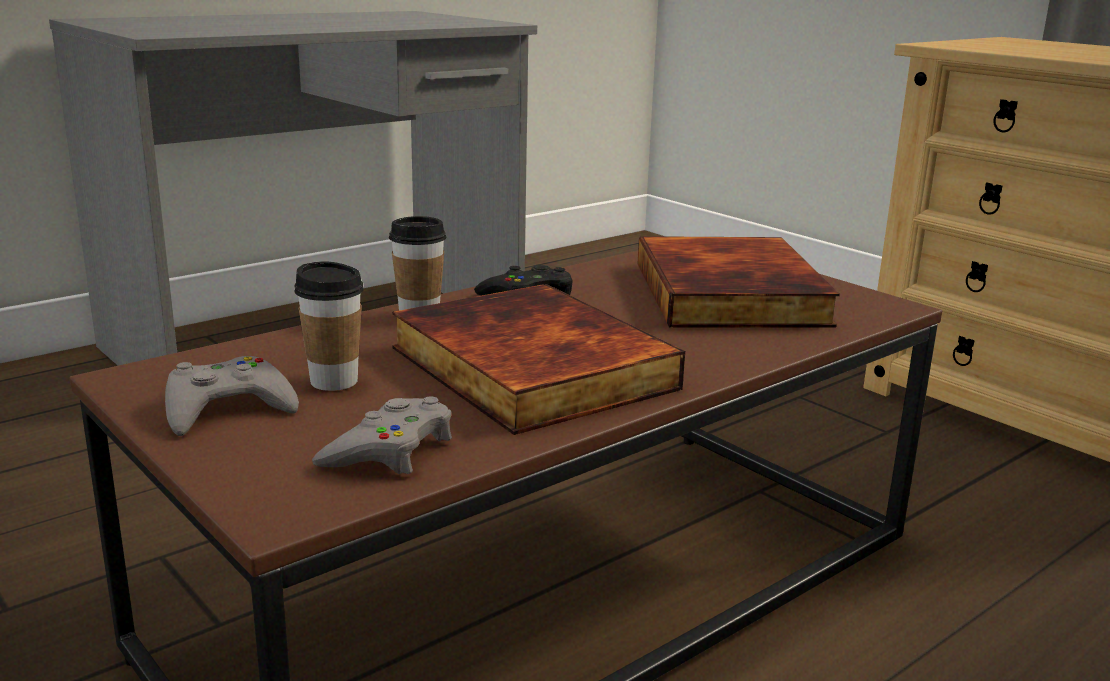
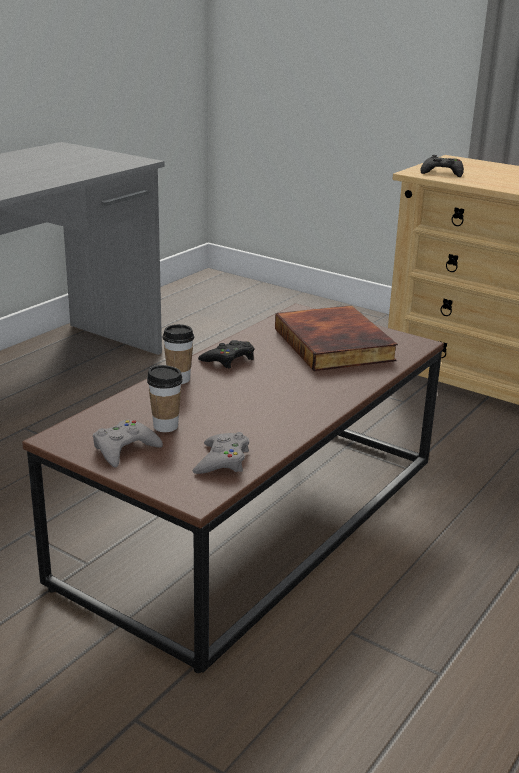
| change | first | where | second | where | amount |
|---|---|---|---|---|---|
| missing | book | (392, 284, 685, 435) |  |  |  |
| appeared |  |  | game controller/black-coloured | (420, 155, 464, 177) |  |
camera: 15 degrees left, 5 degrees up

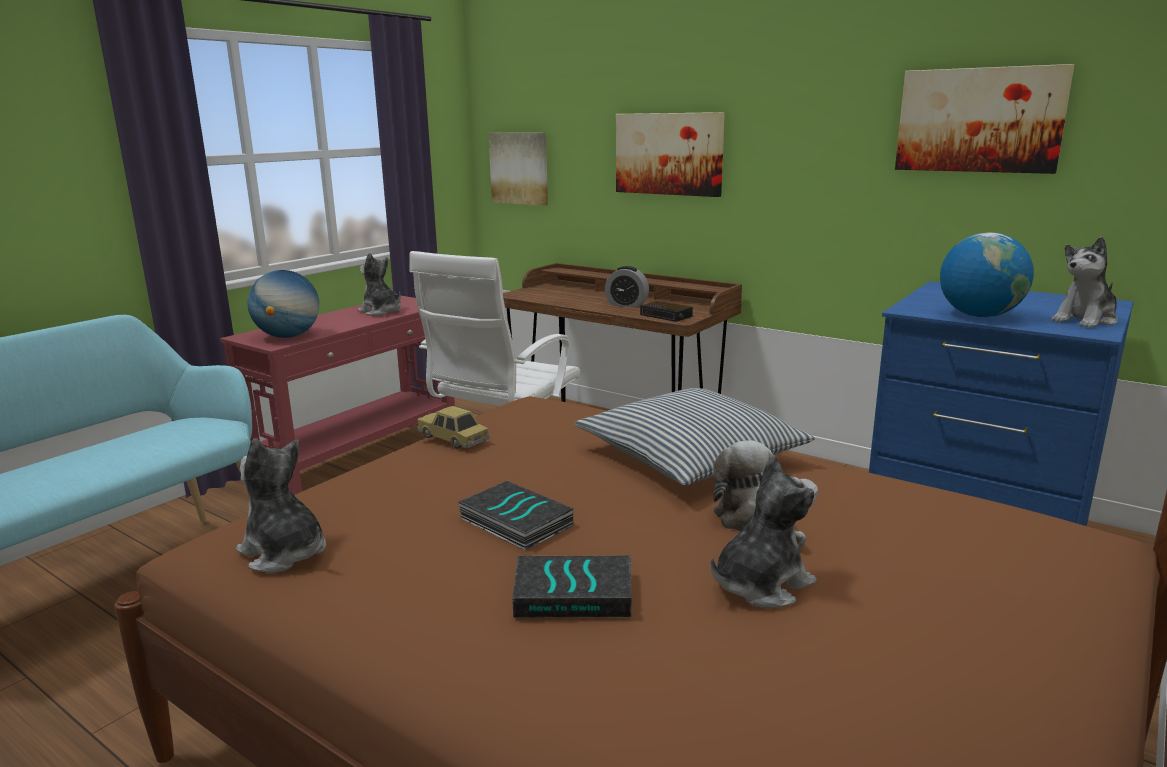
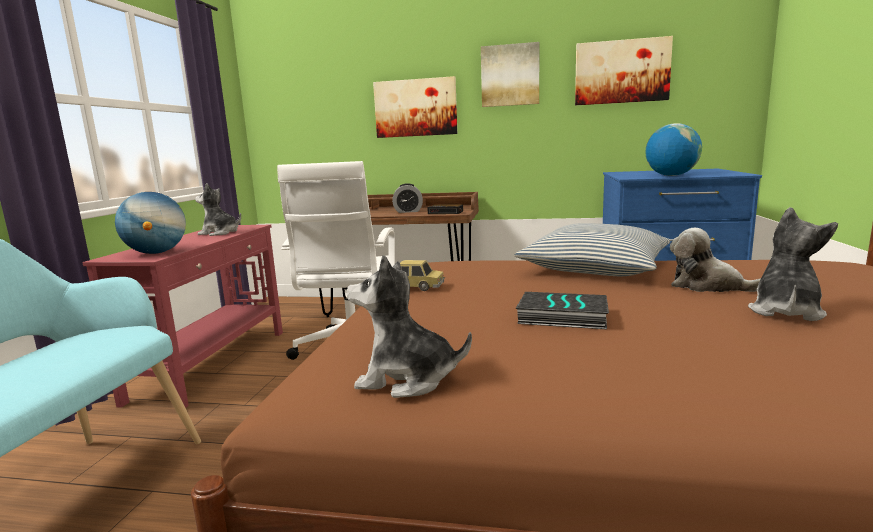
| change | first | where | second | where | amount |
|---|---|---|---|---|---|
| relocated | wall picture | (489, 132, 548, 206) |  | (481, 42, 539, 107) |  |
| missing | plush toy | (1051, 237, 1118, 328) |  |  |  |
| missing | book | (512, 555, 631, 618) |  |  |  |
camera: 25 degrees left, 5 degrees down

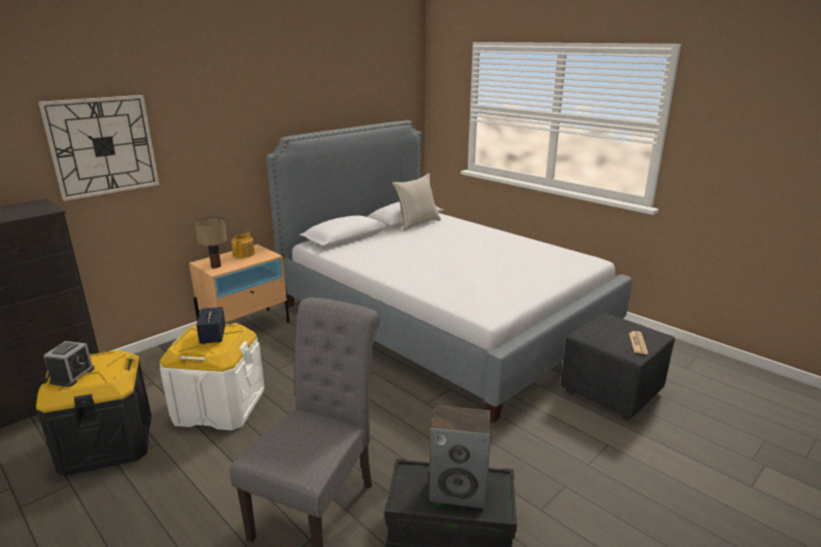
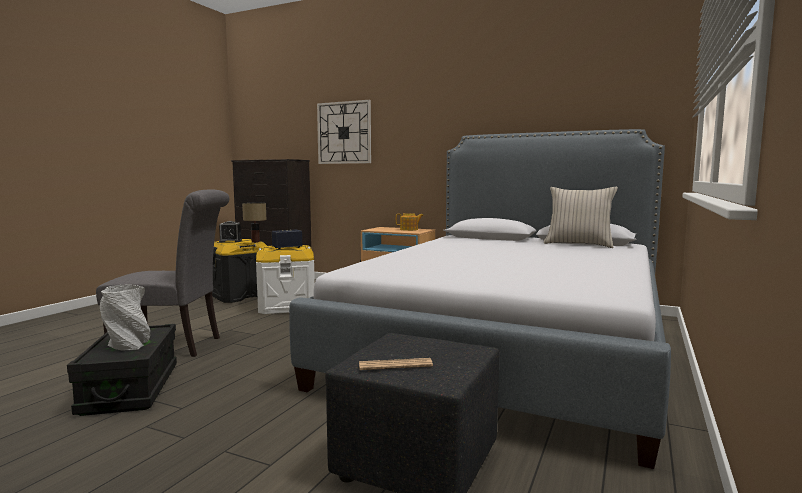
| change | first | where | second | where | amount |
|---|---|---|---|---|---|
| relocated | tabletop lamp | (195, 217, 227, 268) |  | (242, 203, 266, 243) |  |
| exchanged | audio speaker | (429, 405, 491, 509) | vase/greyish | (100, 285, 150, 351) |  |
camera: 70 degrees right, 15 degrees down

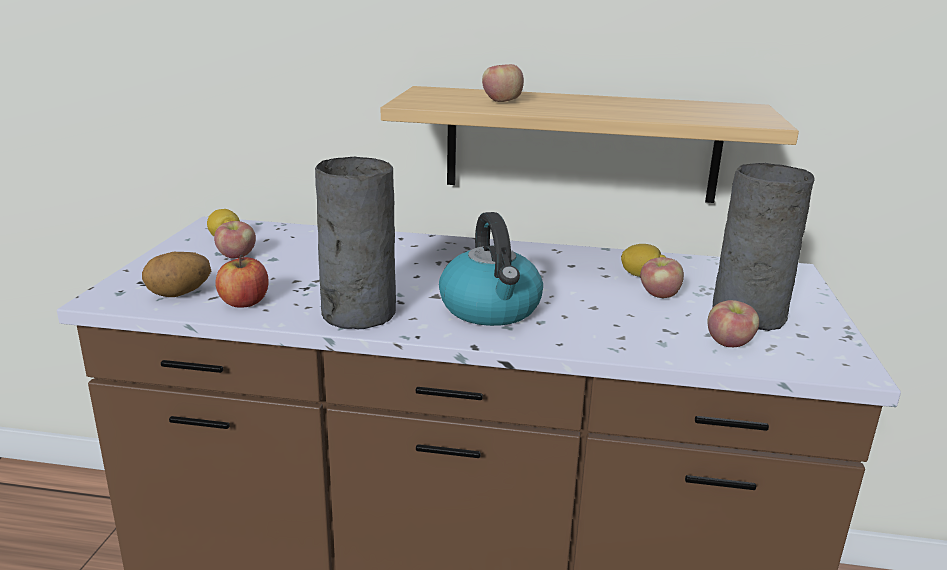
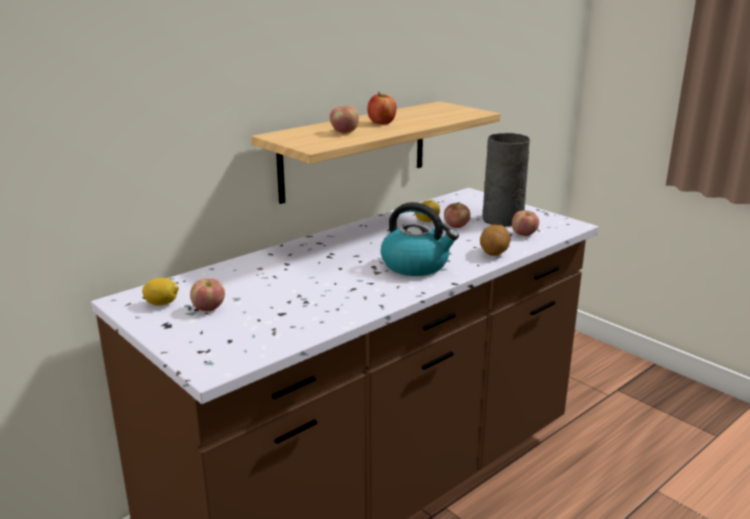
| change | first | where | second | where | amount |
|---|---|---|---|---|---|
| missing | vase/greyish | (315, 157, 396, 329) |  |  |  |
| relocated | potato | (142, 252, 211, 297) |  | (480, 224, 511, 256) |  |
| relocated | whole apple | (215, 255, 269, 308) |  | (367, 92, 396, 124) |  |
camera: 50 degrees left, 0 degrees up

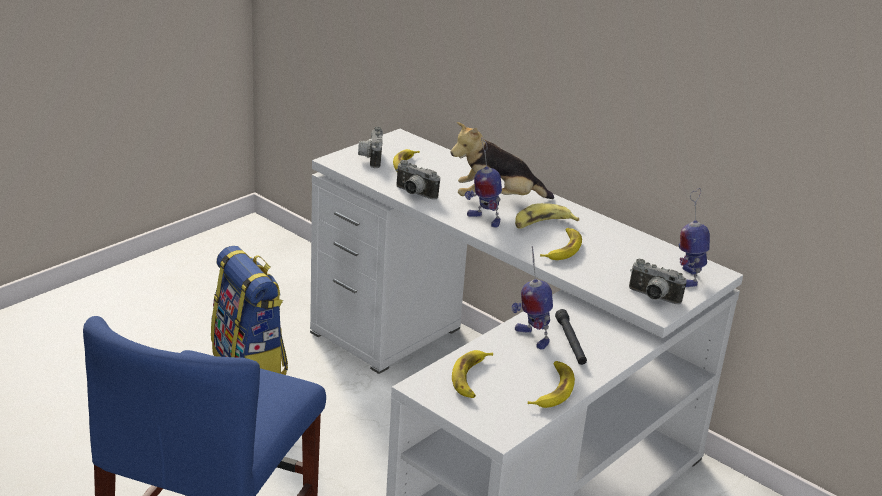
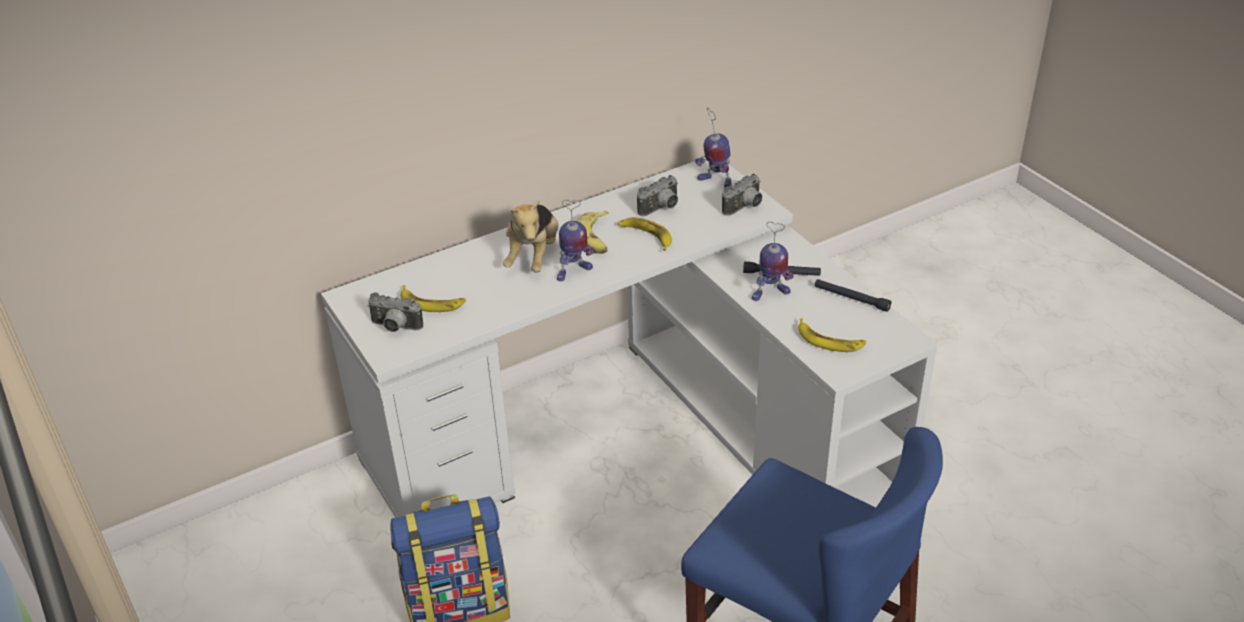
| change | first | where | second | where | amount |
|---|---|---|---|---|---|
| relocated | still camera | (396, 160, 440, 200) |  | (637, 175, 678, 216) |  |
| exchanged | banana fruit | (528, 361, 575, 408) | hand torch/black-coloured | (815, 279, 891, 312) |  |
camera: 70 degrees left, 10 degrees up

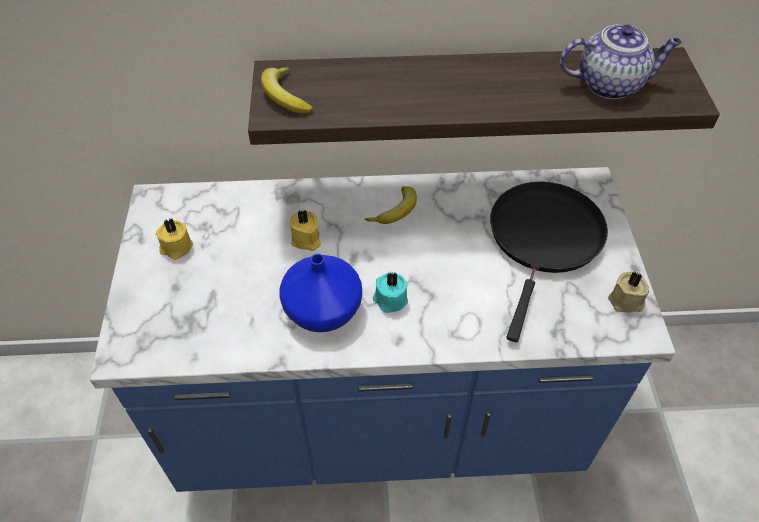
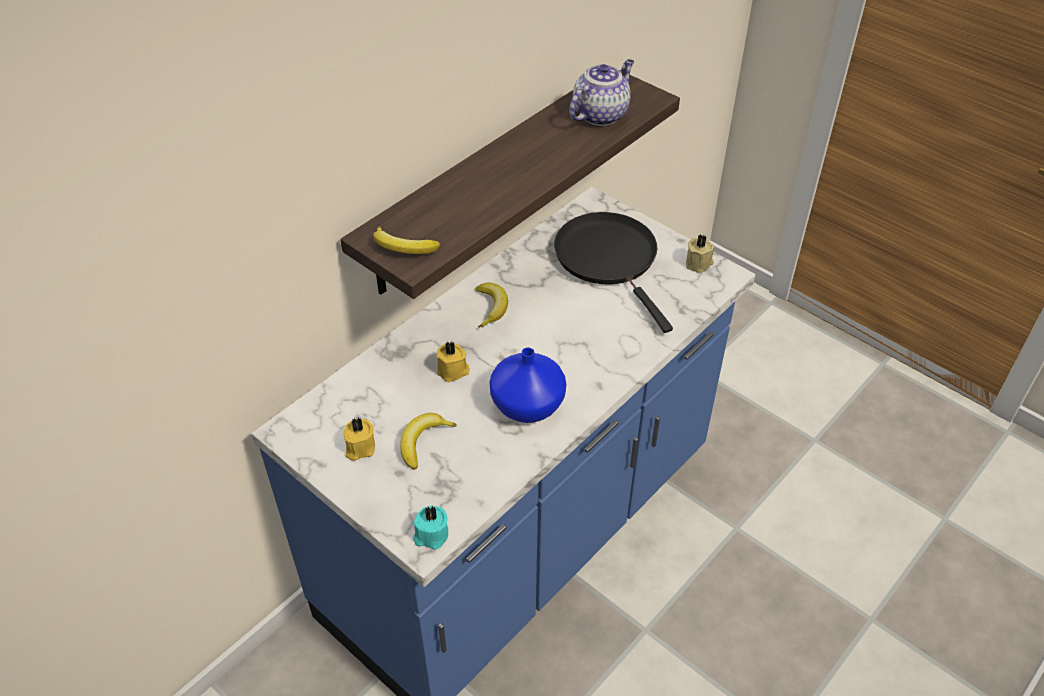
| change | first | where | second | where | amount |
|---|---|---|---|---|---|
| relocated | candle/blue-green | (373, 271, 408, 313) |  | (413, 506, 448, 550) |  |
| appeared |  |  | banana fruit | (400, 413, 457, 470) |  |
camera: 45 degrees left, 5 degrees down

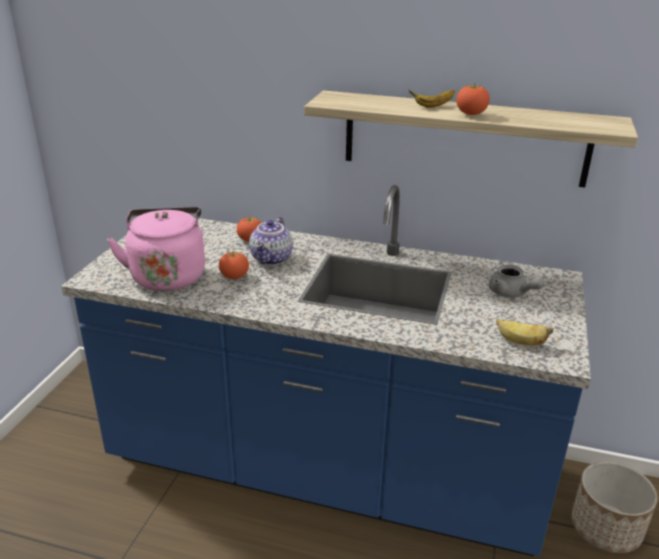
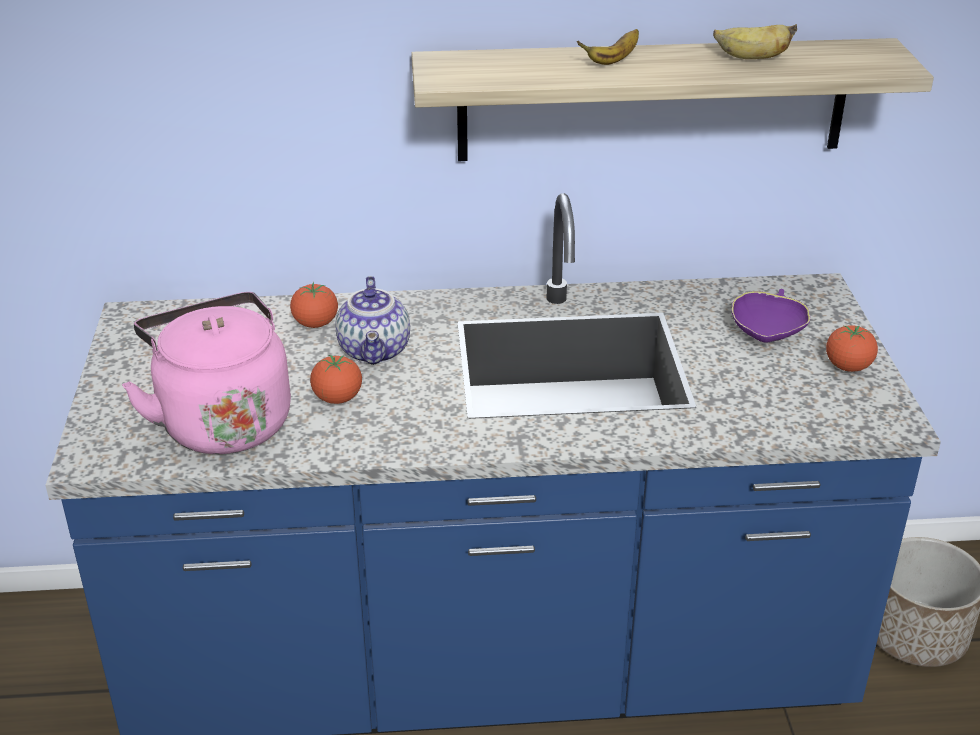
| change | first | where | second | where | amount |
|---|---|---|---|---|---|
| relocated | tomato | (456, 83, 490, 115) |  | (826, 325, 878, 372) |  |
| exchanged | teapot/greyish | (489, 265, 544, 298) | serving bowl/purplish | (732, 289, 810, 343) |  |
| relocated | banana fruit | (496, 319, 553, 346) |  | (713, 24, 797, 59) |  |
camera: 20 degrees left, 5 degrees up

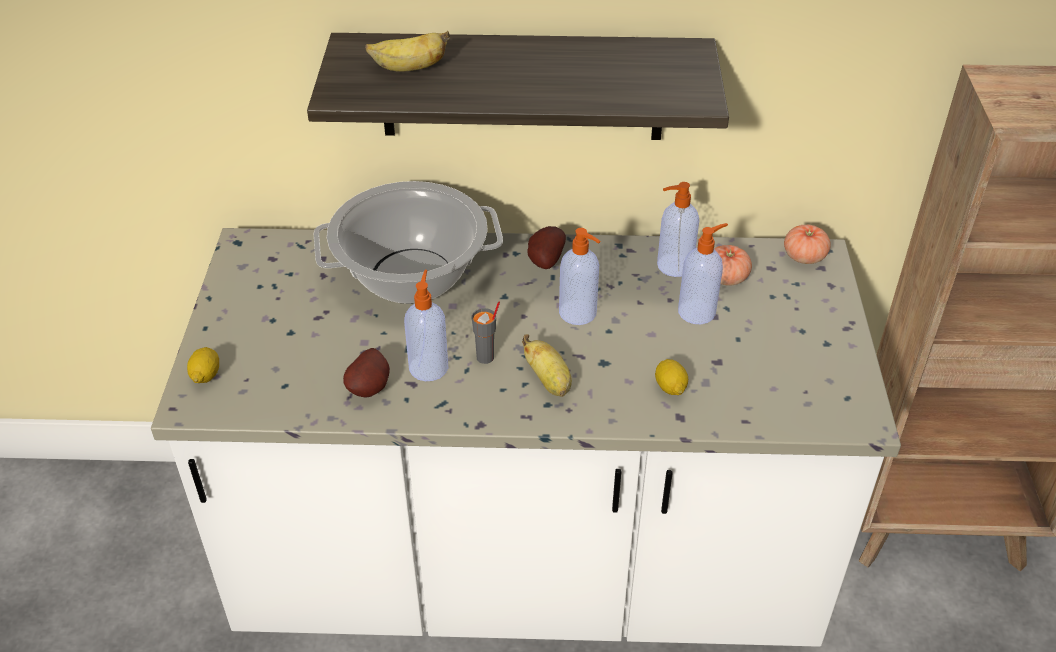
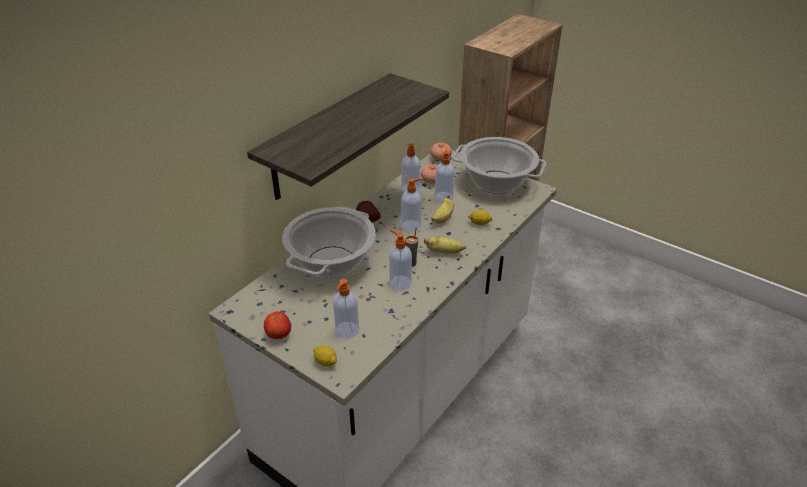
| change | first | where | second | where | amount |
|---|---|---|---|---|---|
| relocated | banana fruit | (365, 31, 450, 72) |  | (431, 195, 454, 224) |  |
| missing | potato | (343, 348, 390, 397) |  |  |  |
| appeared |  |  | saucepot | (452, 137, 546, 194) |  |
| appeared |  |  | soap bottle | (333, 279, 359, 339) |  |
| appeared |  |  | tomato | (264, 311, 291, 339) |  |
camera: 55 degrees left, 5 degrees down

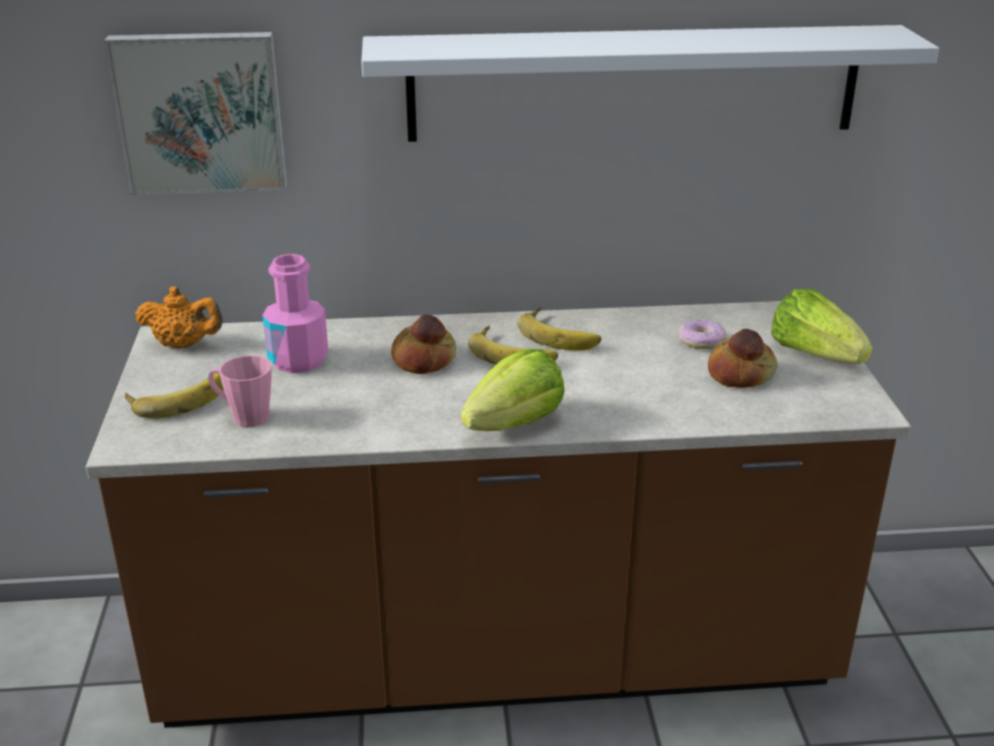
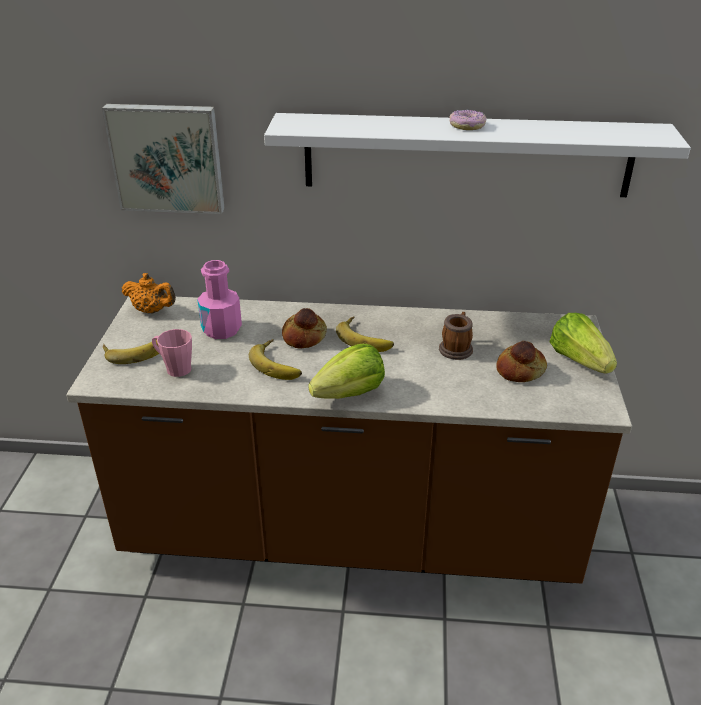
| change | first | where | second | where | amount |
|---|---|---|---|---|---|
| relocated | banana fruit | (517, 307, 601, 351) |  | (249, 339, 302, 380) |  |
| relocated | doughnut | (679, 319, 727, 349) |  | (449, 110, 486, 130) |  |
| appeared |  |  | mug | (439, 312, 473, 360) |  |
camera: 10 degrees right, 5 degrees up

